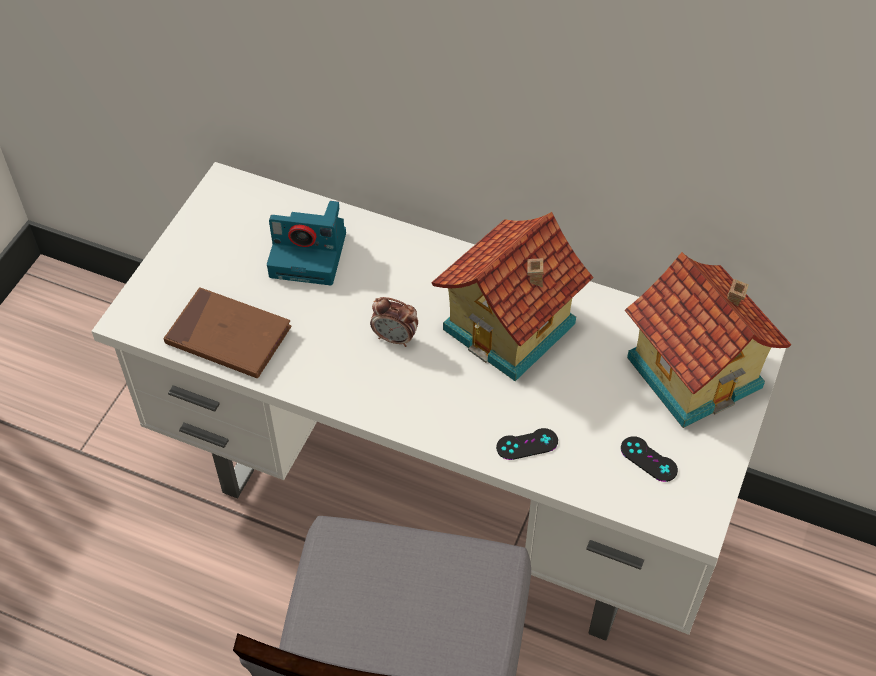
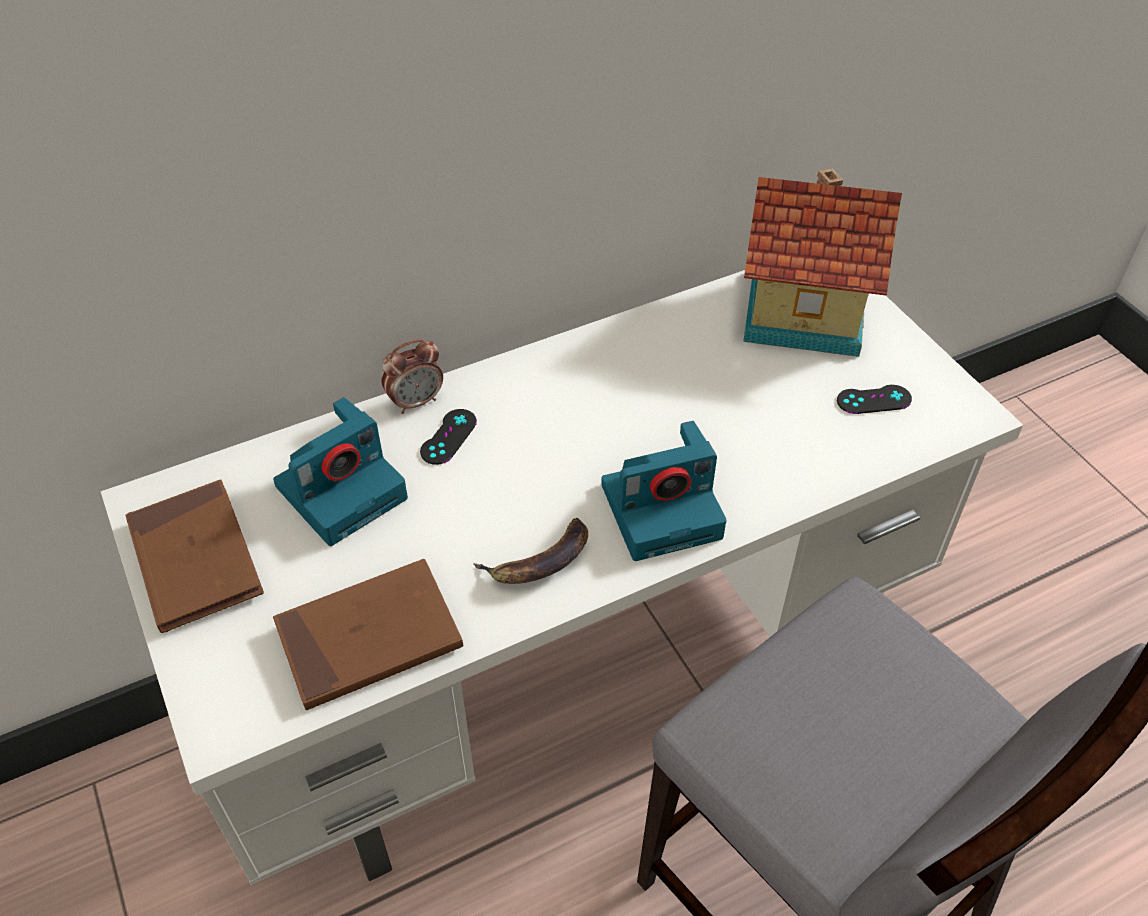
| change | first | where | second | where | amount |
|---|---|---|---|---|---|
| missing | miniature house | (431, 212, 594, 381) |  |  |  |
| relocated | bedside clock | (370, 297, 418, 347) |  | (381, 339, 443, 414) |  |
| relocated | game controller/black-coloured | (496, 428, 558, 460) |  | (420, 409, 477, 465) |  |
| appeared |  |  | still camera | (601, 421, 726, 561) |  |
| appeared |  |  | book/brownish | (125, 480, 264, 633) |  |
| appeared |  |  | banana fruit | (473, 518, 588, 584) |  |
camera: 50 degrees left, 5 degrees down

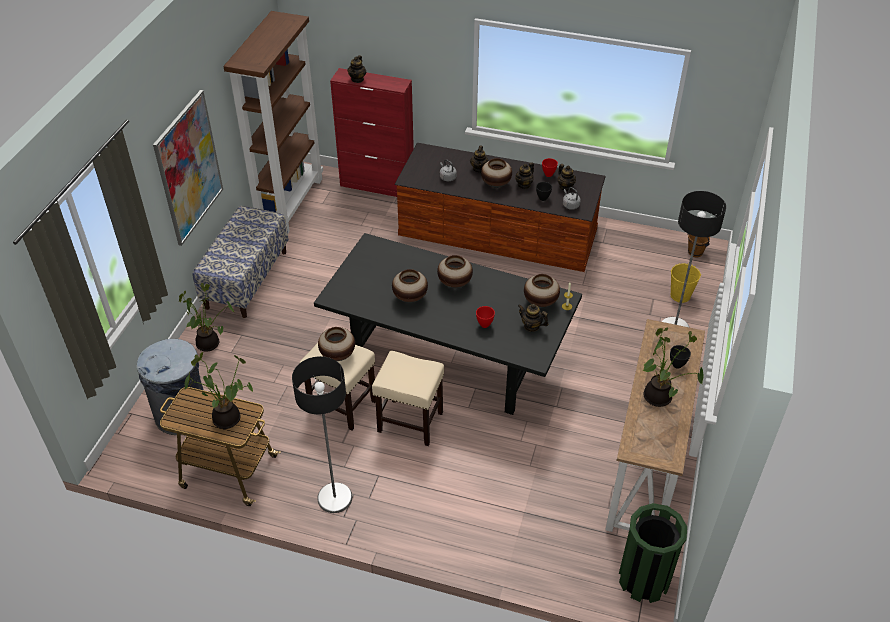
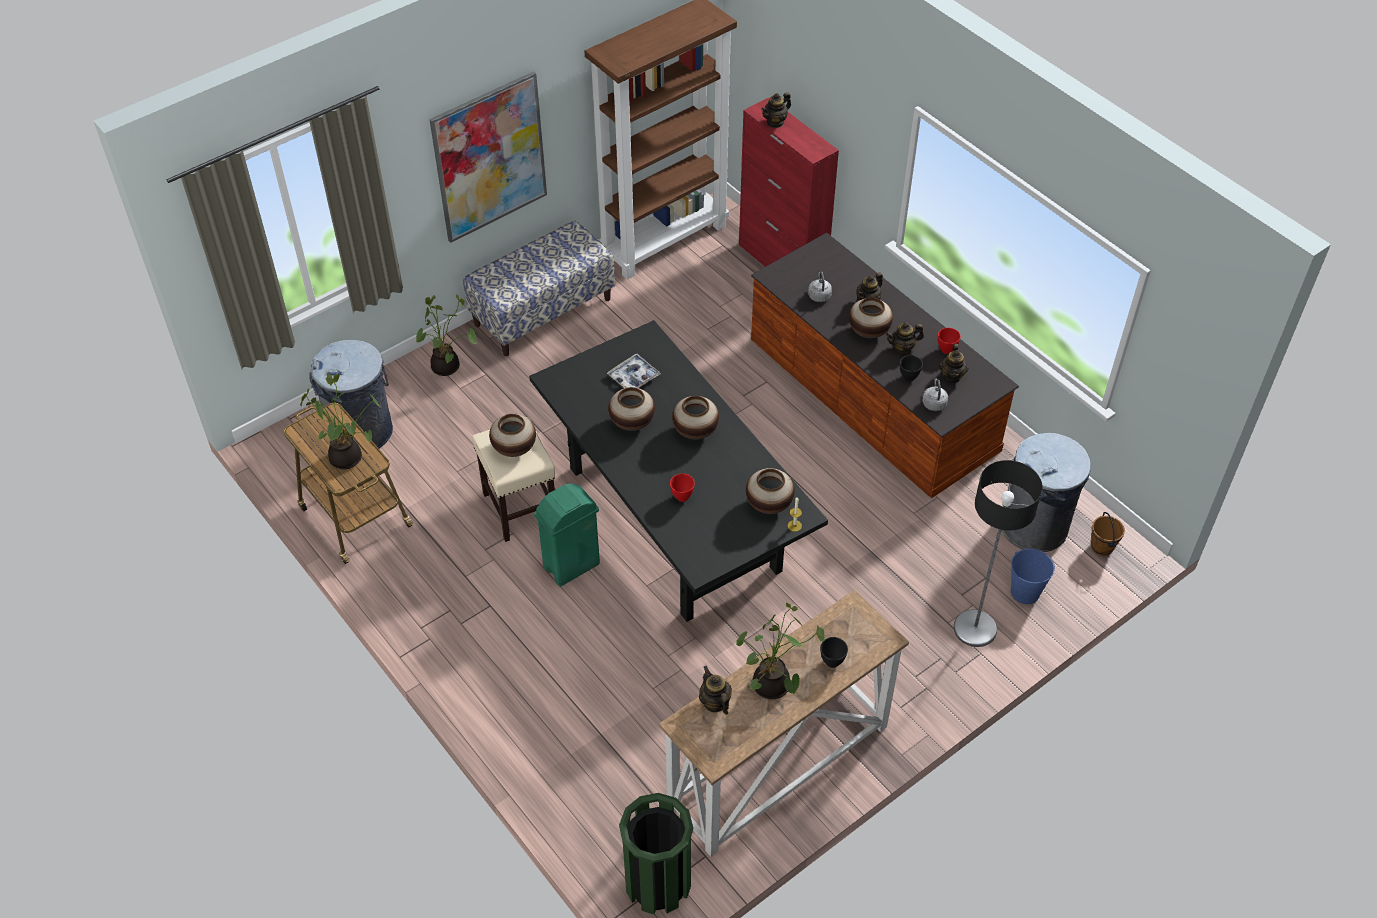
| change | first | where | second | where | amount |
|---|---|---|---|---|---|
| colour | bucket/yellow | (671, 263, 701, 303) | bucket/blue | (1011, 548, 1055, 604) |  |
| relocated | teapot | (518, 304, 549, 332) |  | (699, 666, 732, 715) |  |
| exchanged | stool/beige | (372, 351, 444, 446) | rubbish bin/green-coloured | (534, 484, 600, 587) |  |
| missing | standard lamp | (292, 356, 352, 513) |  |  |  |
| appeared |  |  | tray | (607, 353, 661, 388) |  |
| appeared |  |  | rubbish bin/greyish | (1002, 433, 1091, 552) |  |
camera: 35 degrees right, 5 degrees up

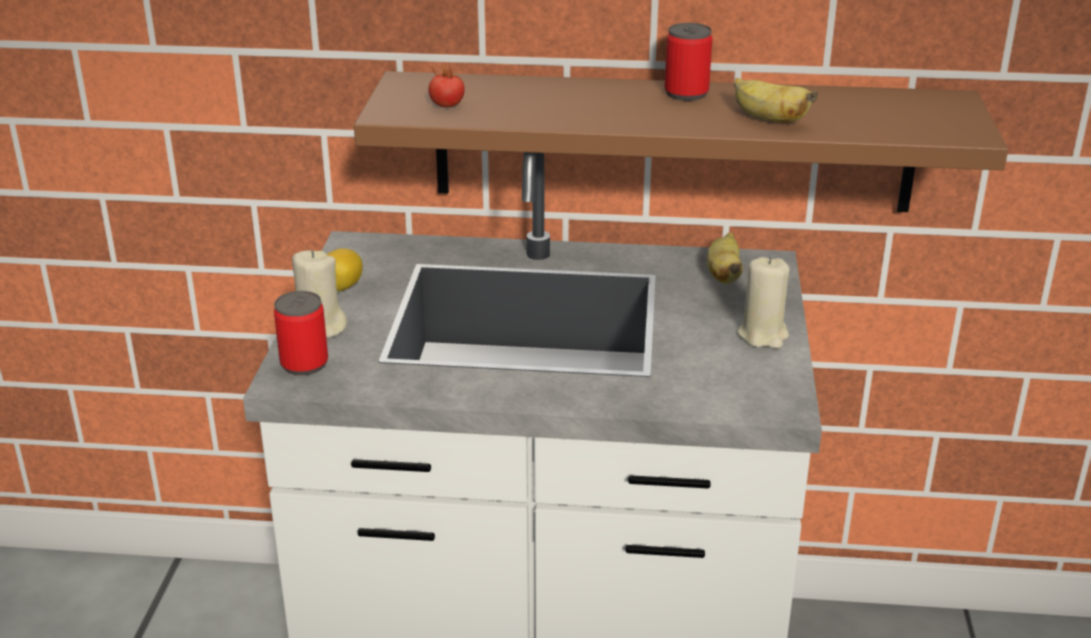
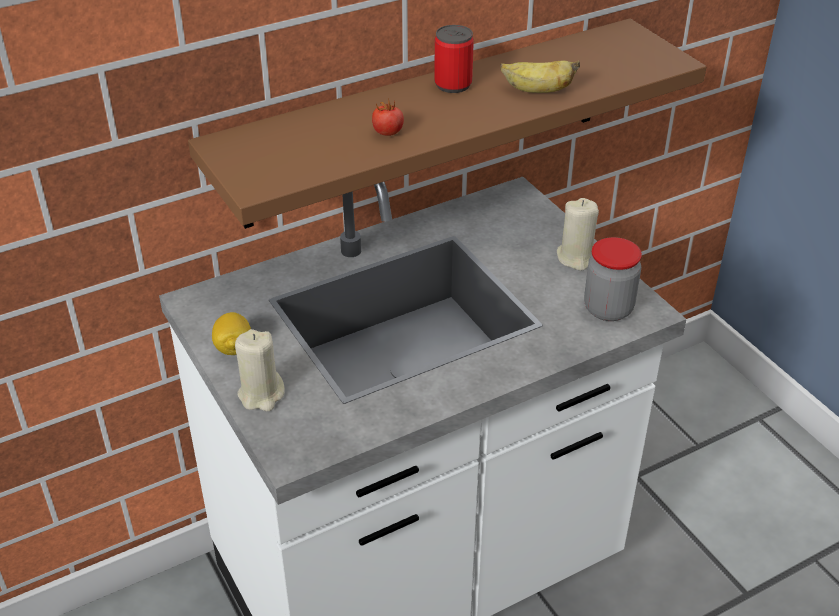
| change | first | where | second | where | amount |
|---|---|---|---|---|---|
| relocated | tomato | (428, 64, 465, 107) |  | (372, 98, 404, 136) |  |
| missing | banana fruit | (707, 232, 743, 284) |  |  |  |
| missing | can | (274, 291, 328, 375) |  |  |  |
| appeared |  |  | jar | (584, 237, 642, 321) |  |
camera: 35 degrees left, 10 degrees up

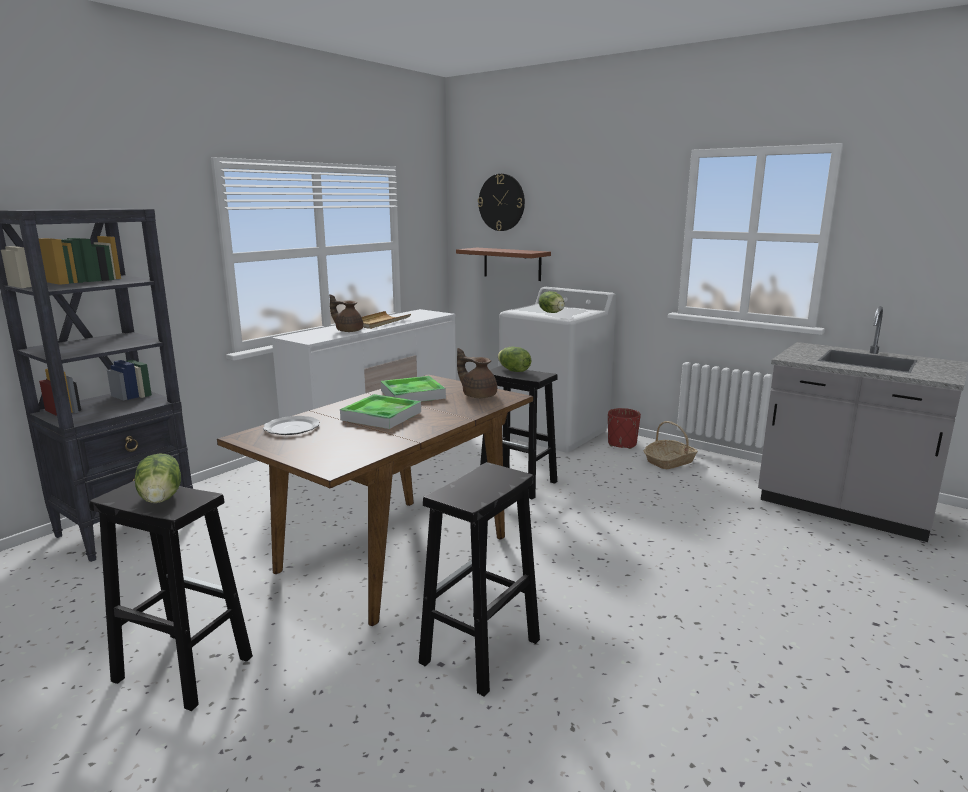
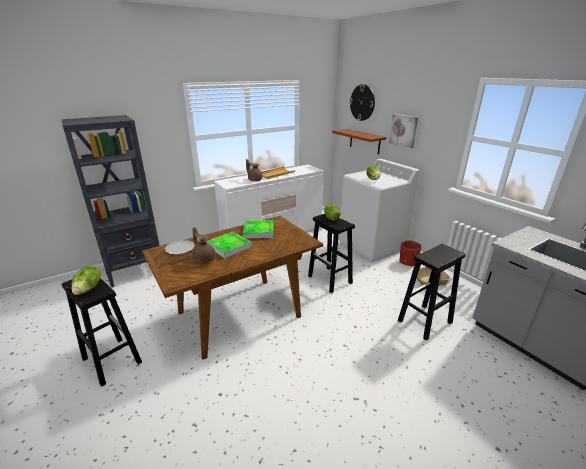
| change | first | where | second | where | amount |
|---|---|---|---|---|---|
| relocated | teapot/brownish | (457, 348, 497, 398) |  | (193, 227, 216, 264) |  |
| relocated | stool/black-coloured | (419, 462, 540, 697) |  | (398, 244, 466, 341) |  |
| appeared |  |  | wall picture | (389, 114, 418, 148) |  |
camera: 20 degrees right, 10 degrees up

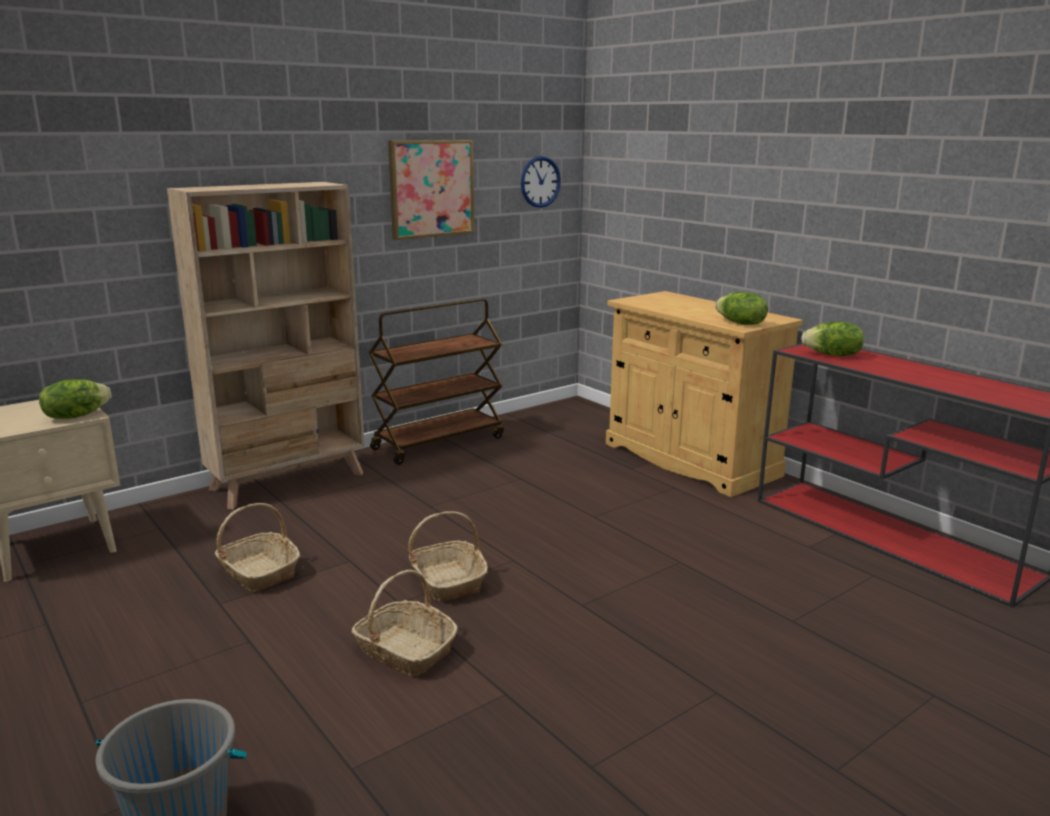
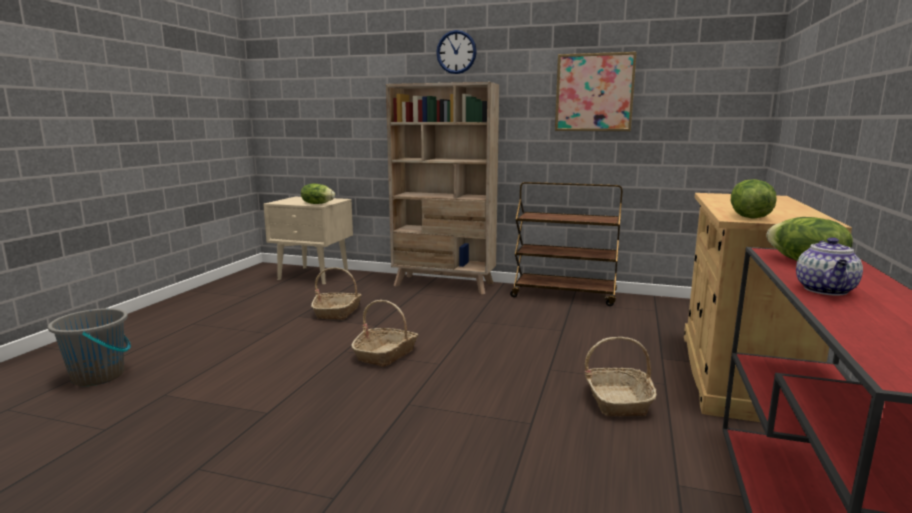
| change | first | where | second | where | amount |
|---|---|---|---|---|---|
| relocated | clock on the wall | (521, 156, 561, 208) |  | (436, 30, 477, 74) |  |
| relocated | basket | (352, 570, 458, 676) |  | (584, 337, 657, 417) |  |
| appeared |  |  | teapot | (796, 237, 863, 295) |  |
camera: 55 degrees right, 5 degrees down

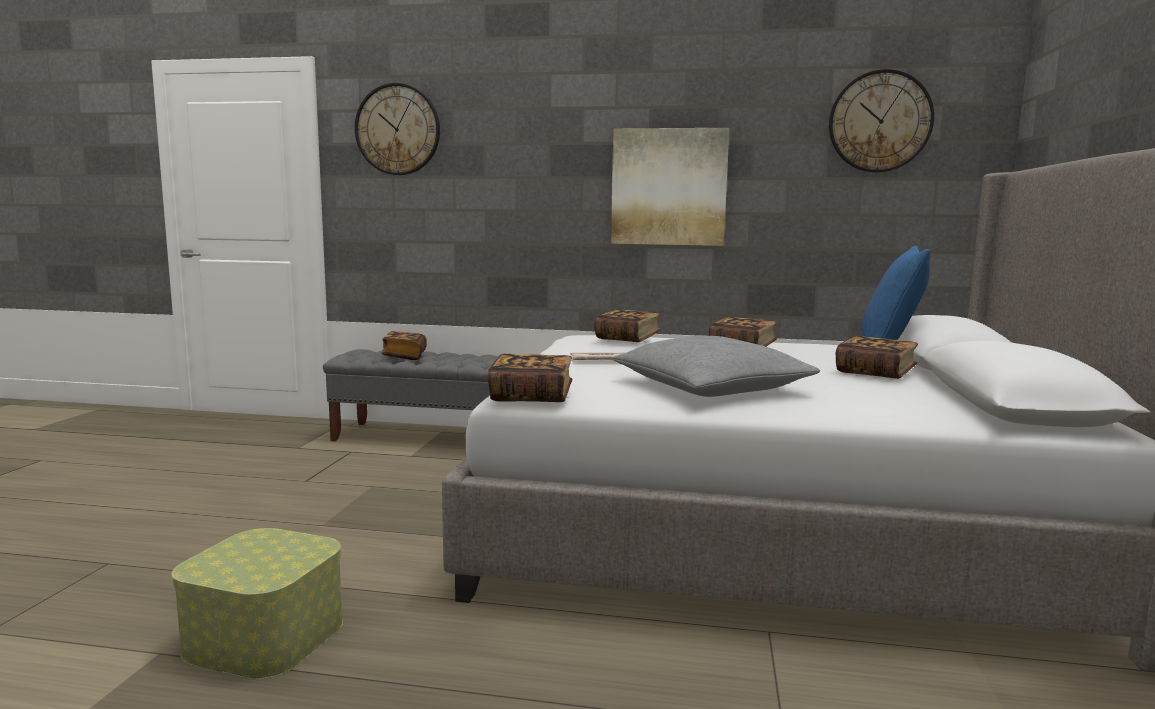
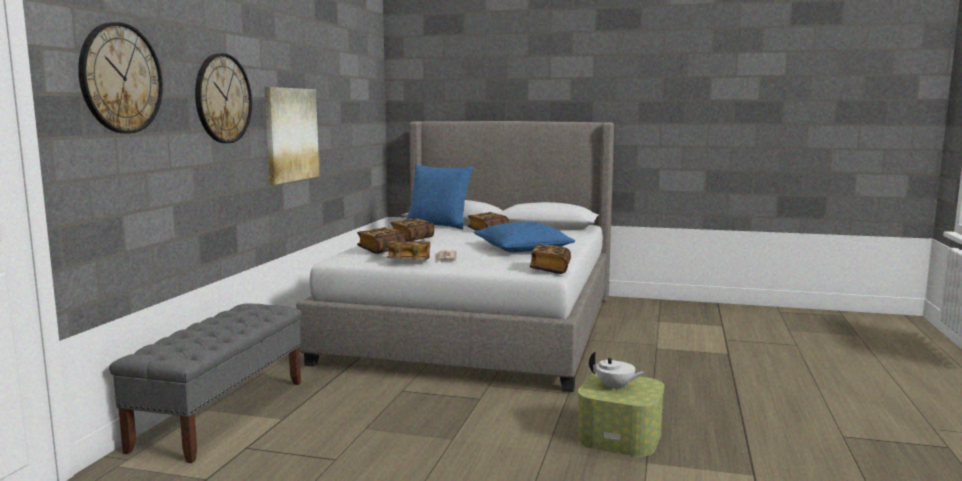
| change | first | where | second | where | amount |
|---|---|---|---|---|---|
| relocated | clock on the wall | (829, 69, 934, 172) |  | (195, 53, 252, 143) |  |
| relocated | book | (382, 331, 427, 360) |  | (387, 241, 430, 260) |  |
| colour | pillow/greyish | (613, 336, 820, 397) | pillow/blue | (474, 222, 575, 252) |  |
| appeared |  |  | teapot/white-coloured | (589, 351, 646, 390) |  |
camera: 85 degrees left, 0 degrees up

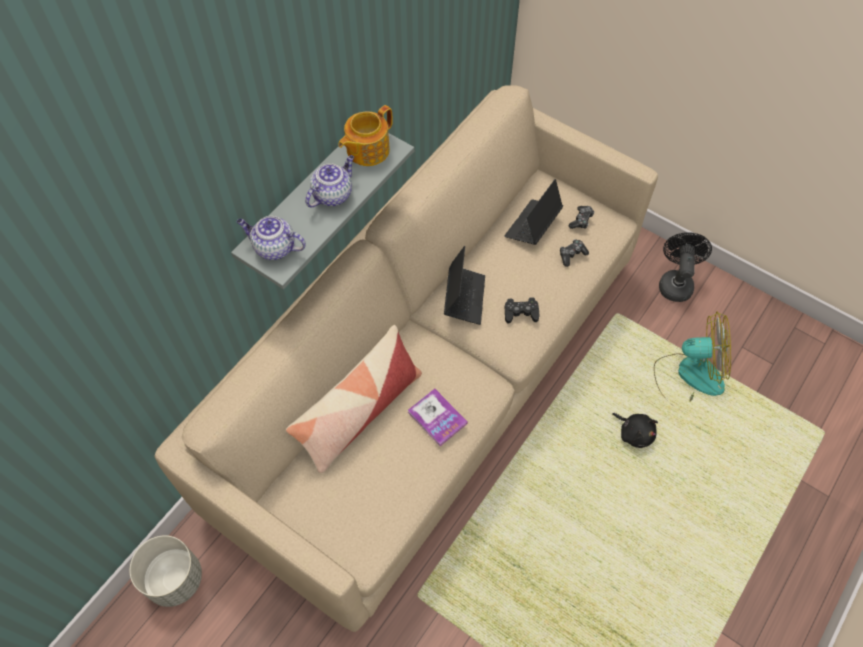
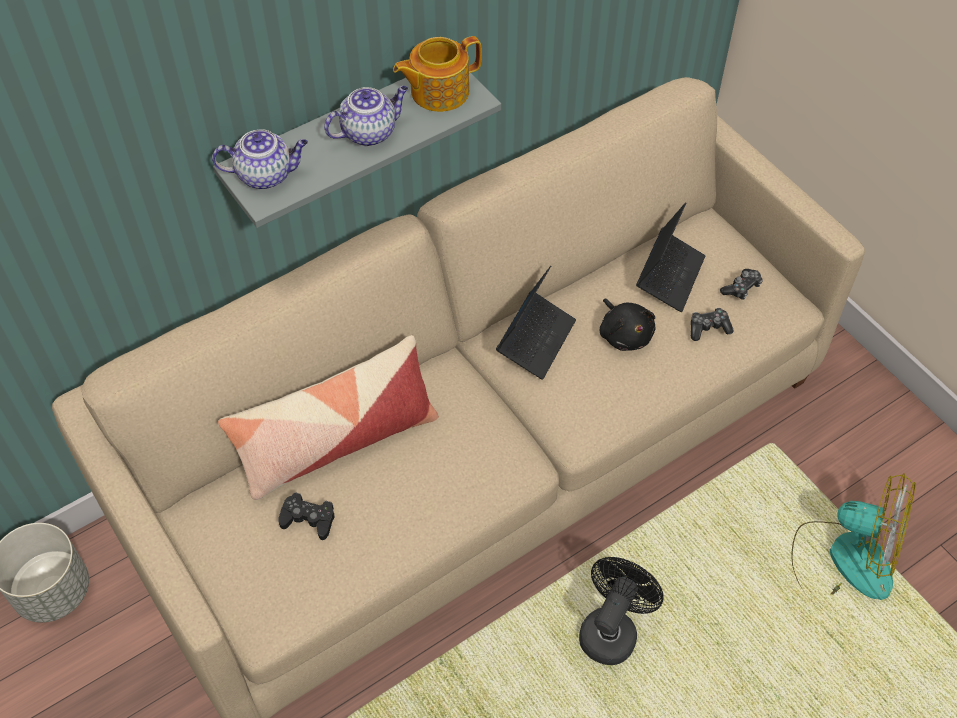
| change | first | where | second | where | amount |
|---|---|---|---|---|---|
| spun | laptop | (504, 179, 563, 245) |  | (636, 202, 705, 312) | 150 degrees clockwise |
| spun | teapot | (237, 216, 306, 260) |  | (212, 129, 308, 189) | 135 degrees clockwise |
| relocated | fan/black-coloured | (659, 232, 712, 302) |  | (579, 557, 664, 665) |  |
| relocated | game controller/black-coloured | (504, 297, 540, 324) |  | (278, 492, 334, 540) |  |
| missing | book | (408, 389, 468, 446) |  |  |  |
| relocated | plush toy/black-coloured | (612, 413, 658, 448) |  | (600, 298, 656, 351) |  |
camera: 20 degrees right, 5 degrees down

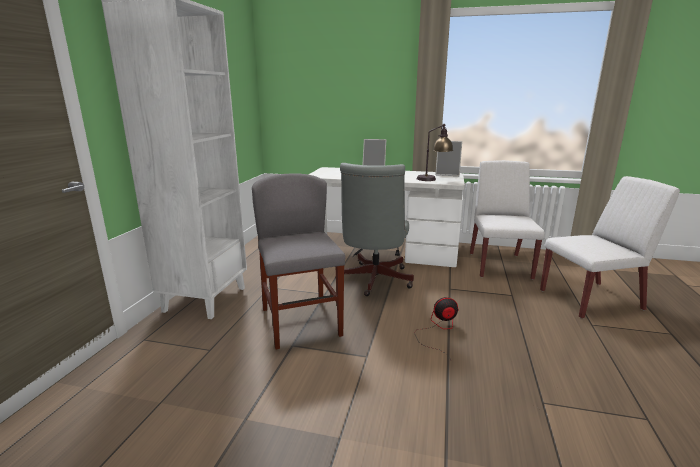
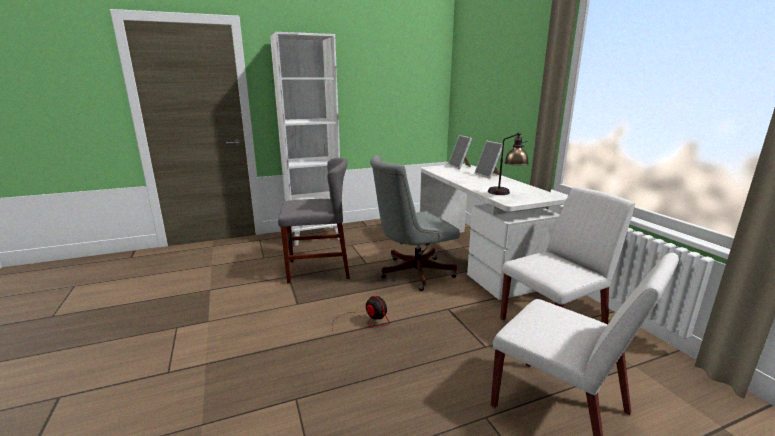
| change | first | where | second | where | amount |
|---|---|---|---|---|---|
| relocated | photo frame | (435, 141, 462, 176) |  | (448, 135, 472, 169) |  |
| spun | chair/greyish | (252, 174, 345, 349) |  | (278, 158, 350, 284) | 45 degrees clockwise |
camera: 55 degrees right, 0 degrees up

